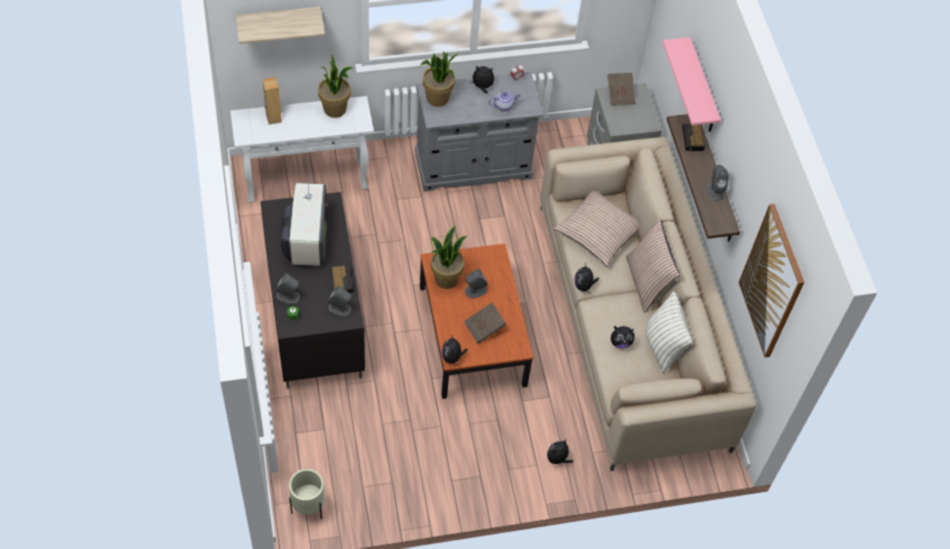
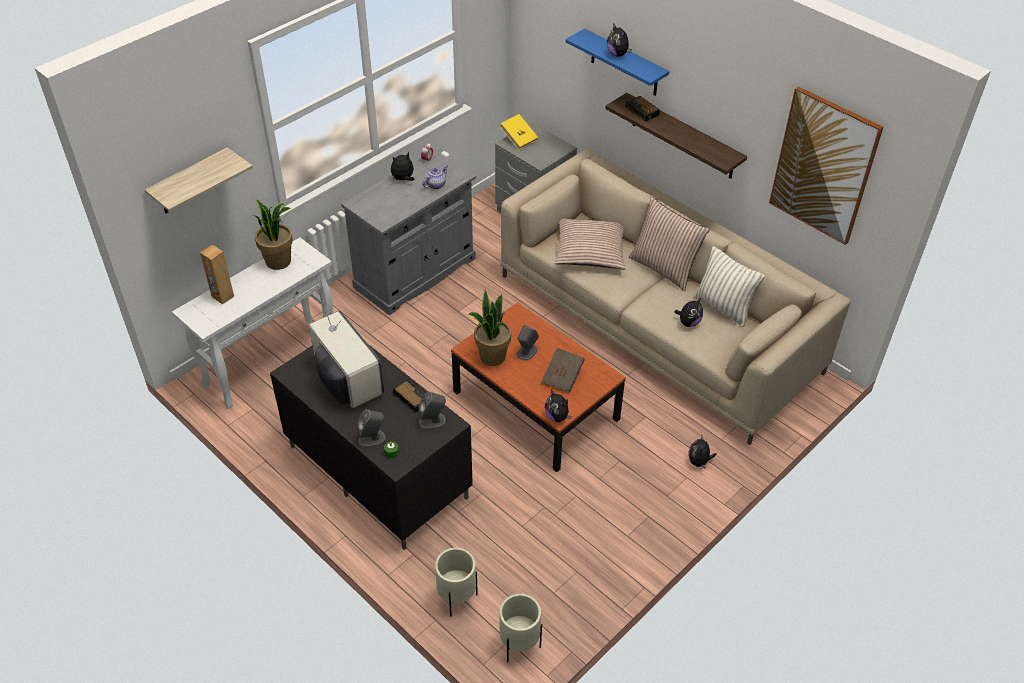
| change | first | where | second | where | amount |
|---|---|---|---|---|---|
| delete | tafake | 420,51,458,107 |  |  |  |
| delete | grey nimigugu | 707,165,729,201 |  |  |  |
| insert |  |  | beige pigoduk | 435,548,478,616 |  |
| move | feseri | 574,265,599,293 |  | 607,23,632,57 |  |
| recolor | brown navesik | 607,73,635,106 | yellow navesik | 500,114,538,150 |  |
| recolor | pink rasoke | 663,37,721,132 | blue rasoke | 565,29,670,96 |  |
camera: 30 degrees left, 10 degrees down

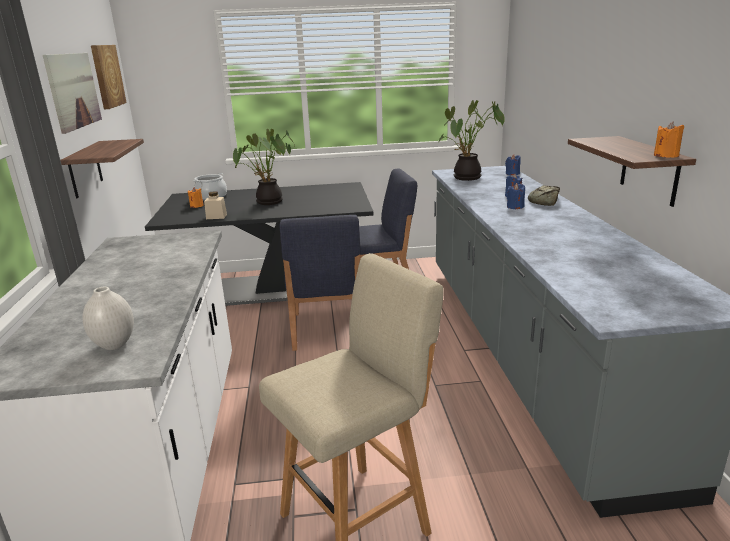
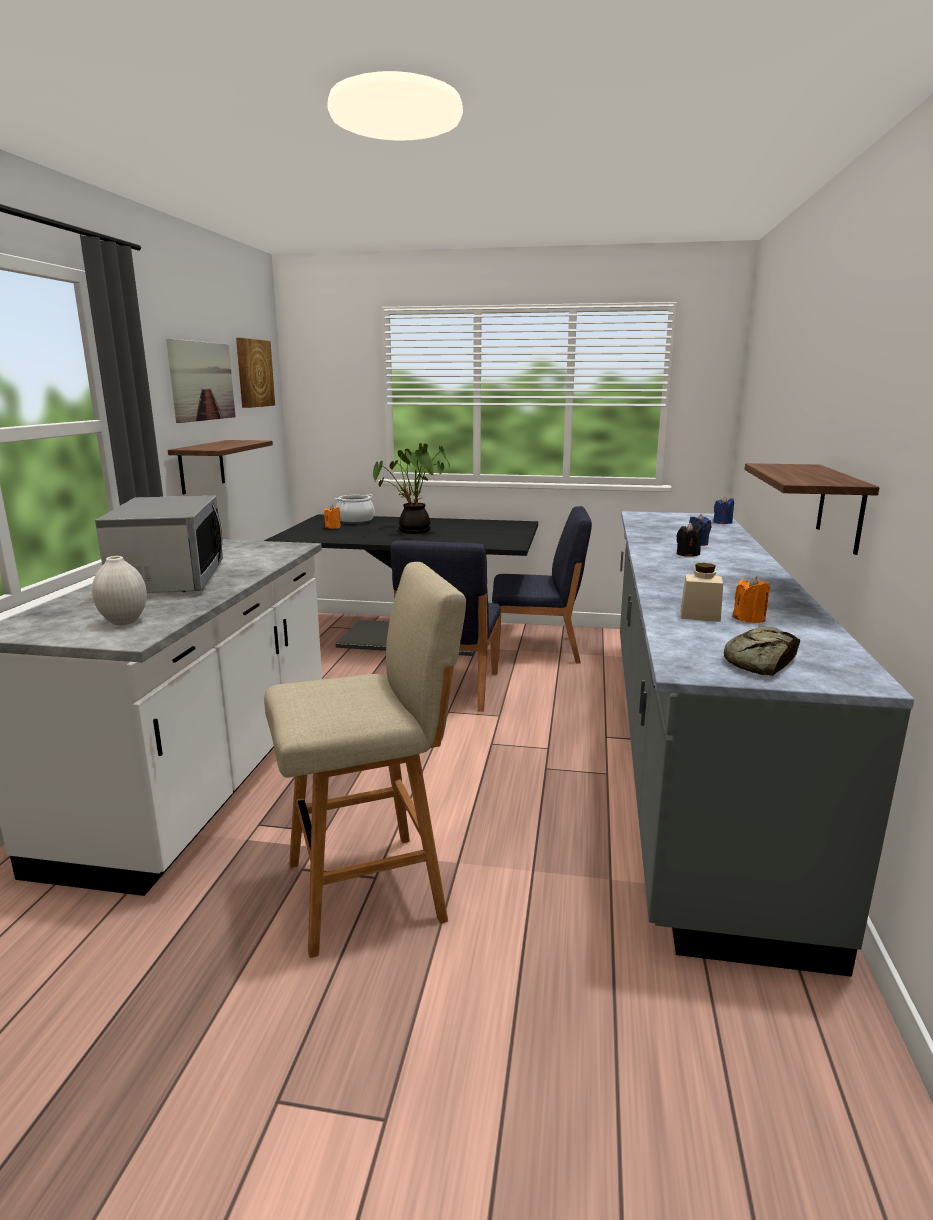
| change | first | where | second | where | amount |
|---|---|---|---|---|---|
| delete | tafake | 438,100,505,181 |  |  |  |
| insert |  |  | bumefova | 95,496,223,593 |  |
| move | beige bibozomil | 204,191,227,219 |  | 681,563,723,622 |  |
| move | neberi | 528,185,560,206 |  | 724,626,800,676 |  |
| move | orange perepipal | 654,121,684,158 |  | 733,576,770,623 |  |
| recolor | blue perepipal | 506,183,525,209 | black perepipal | 676,523,702,557 |  |
camera: 15 degrees right, 5 degrees down

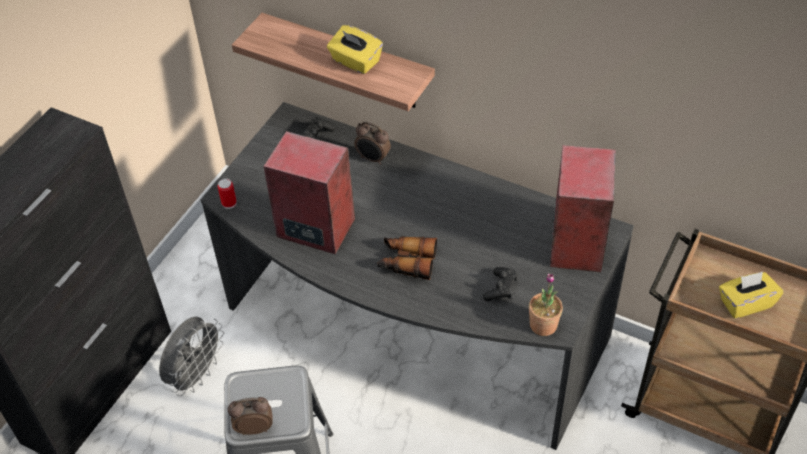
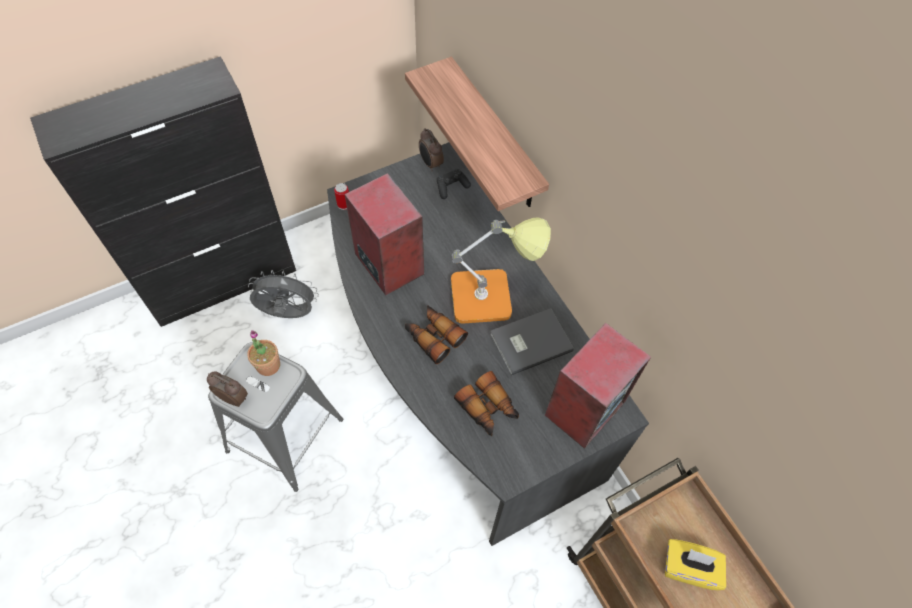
| change | first | where | second | where | amount |
|---|---|---|---|---|---|
| delete | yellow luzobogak | 327,25,383,74 |  |  |  |
| insert |  |  | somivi | 451,217,551,324 |  |
| insert |  |  | grey navesik | 490,308,574,376 |  |
| move | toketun | 354,122,391,165 |  | 419,128,444,171 |  |
| move | tafake | 529,274,563,336 |  | 247,330,280,376 |  |
| replace | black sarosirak | 483,267,518,301 | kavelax | 454,371,519,436 |  |
| rotate | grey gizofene | 159,316,224,396 |  | 248,270,319,318 | 150 degrees counterclockwise |
camera: 30 degrees right, 10 degrees up

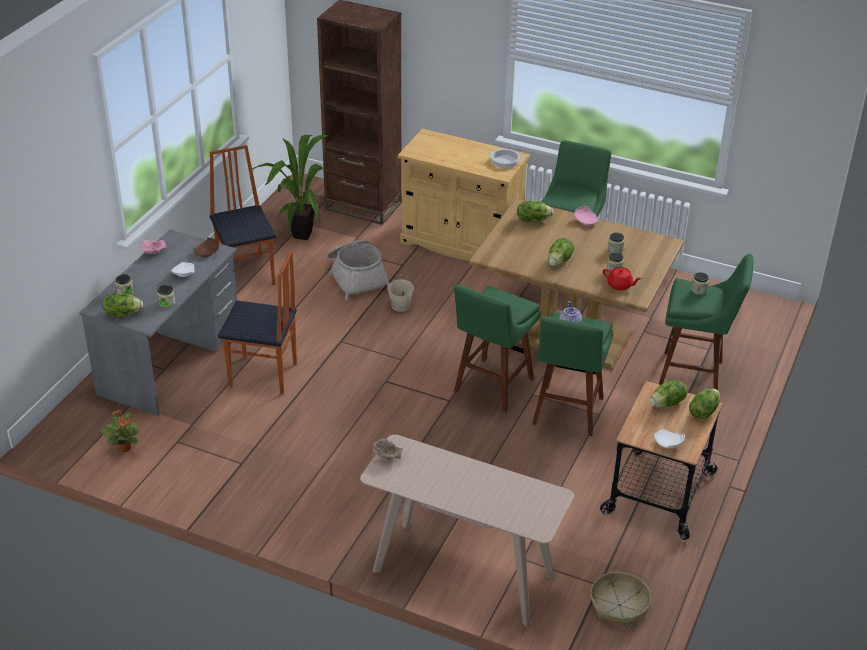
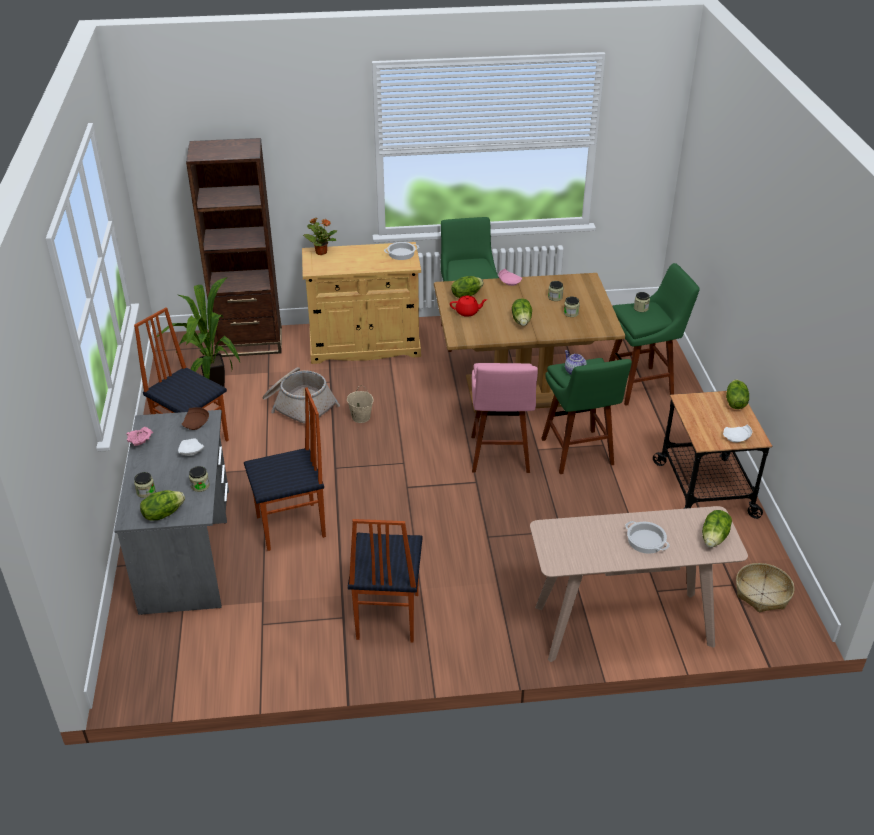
| change | first | where | second | where | amount |
|---|---|---|---|---|---|
| delete | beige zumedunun | 373,438,403,460 |  |  |  |
| insert |  |  | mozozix | 348,519,423,643 |  |
| insert |  |  | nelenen | 625,521,670,554 |  |
| move | tafake | 100,410,138,452 |  | 303,218,337,255 |  |
| move | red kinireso | 603,267,642,290 |  | 450,296,487,317 |  |
| move | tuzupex | 649,380,688,408 |  | 702,510,732,548 |  |
| recolor | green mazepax | 454,284,541,412 | pink mazepax | 471,363,538,473 |  |
camera: 30 degrees left, 0 degrees up

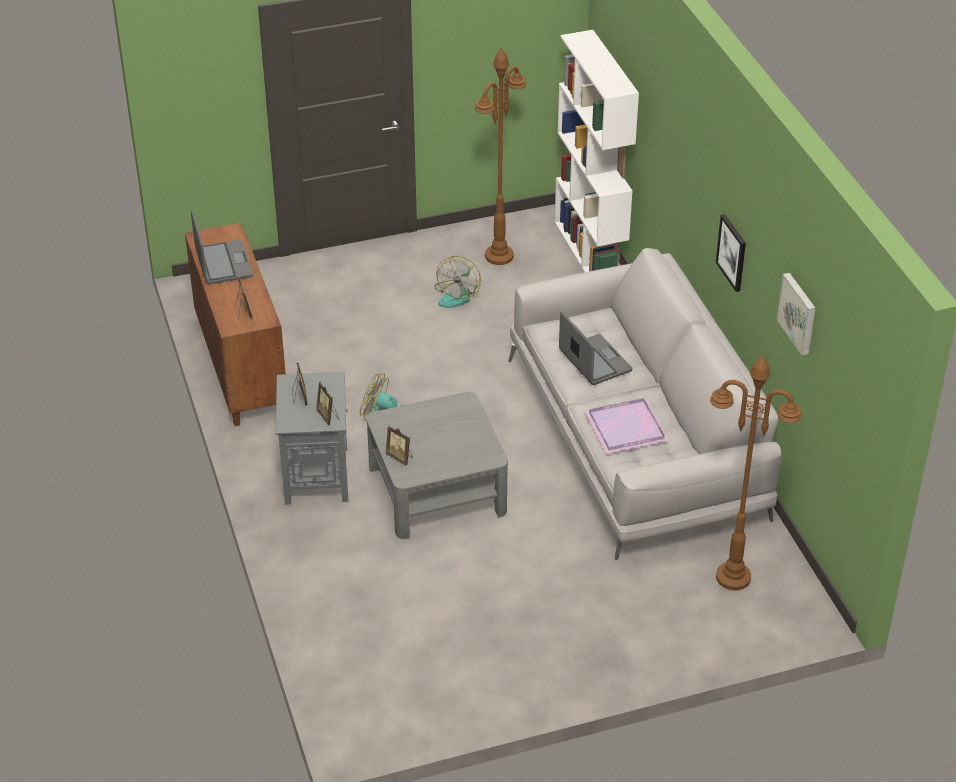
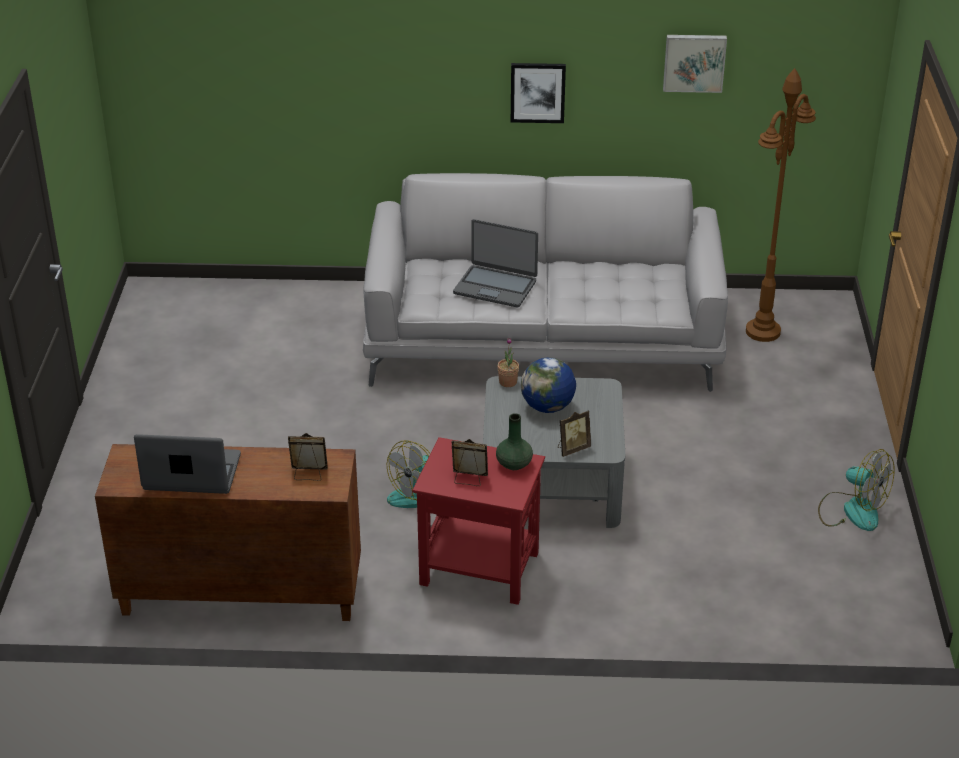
| change | first | where | second | where | amount |
|---|---|---|---|---|---|
| delete | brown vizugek | 475,48,526,265 |  |  |  |
| delete | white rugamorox | 554,30,639,272 |  |  |  |
| delete | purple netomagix | 584,398,670,454 |  |  |  |
| insert |  |  | tafake | 498,338,519,387 |  |
| insert |  |  | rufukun | 521,357,576,413 |  |
| move | gizofene | 434,256,481,308 |  | 818,449,895,531 |  |
| replace | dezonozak | 316,382,339,425 | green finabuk | 496,413,533,470 |  |
| recolor | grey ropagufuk | 276,372,348,505 | red ropagufuk | 412,437,545,605 |  |
| rotate | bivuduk | 559,311,632,385 |  | 453,219,538,308 | 150 degrees counterclockwise |
camera: 70 degrees left, 5 degrees down

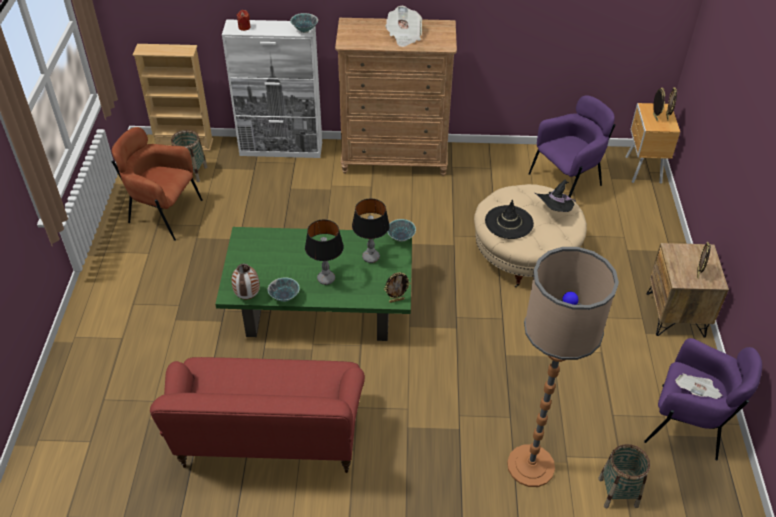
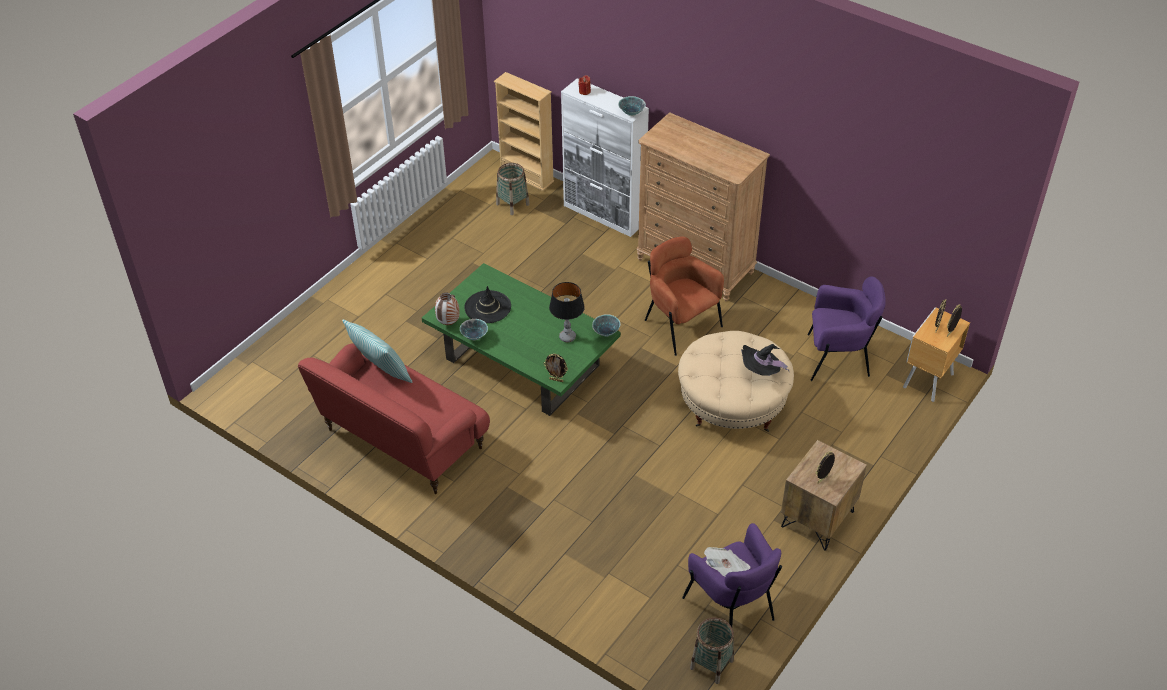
| change | first | where | second | where | amount |
|---|---|---|---|---|---|
| delete | somivi | 305,219,344,285 |  |  |  |
| delete | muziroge | 386,6,422,47 |  |  |  |
| delete | vizugek | 507,247,619,487 |  |  |  |
| insert |  |  | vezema | 342,320,413,383 |  |
| move | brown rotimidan | 111,127,203,241 |  | 645,237,724,356 |  |
| move | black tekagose | 485,200,534,239 |  | 464,286,511,323 |  |
| move | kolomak | 598,444,650,508 |  | 690,617,734,684 |  |
camera: 35 degrees right, 0 degrees up

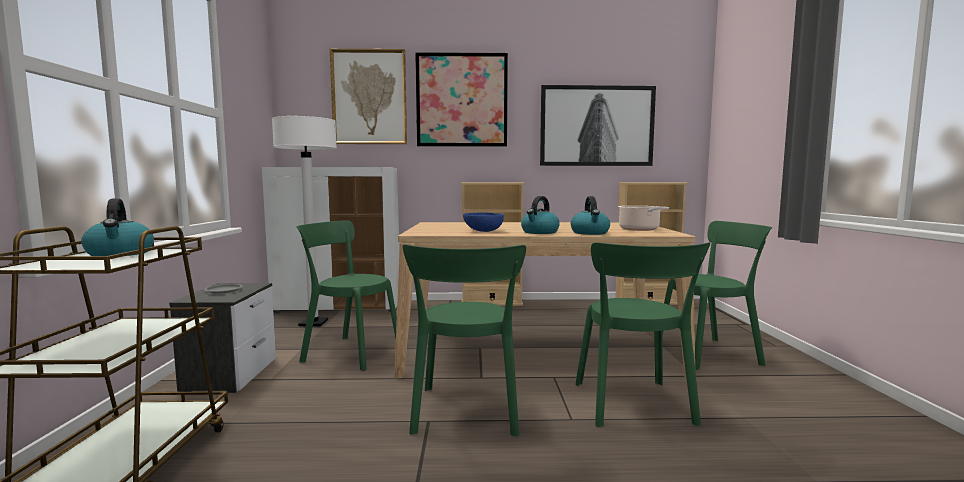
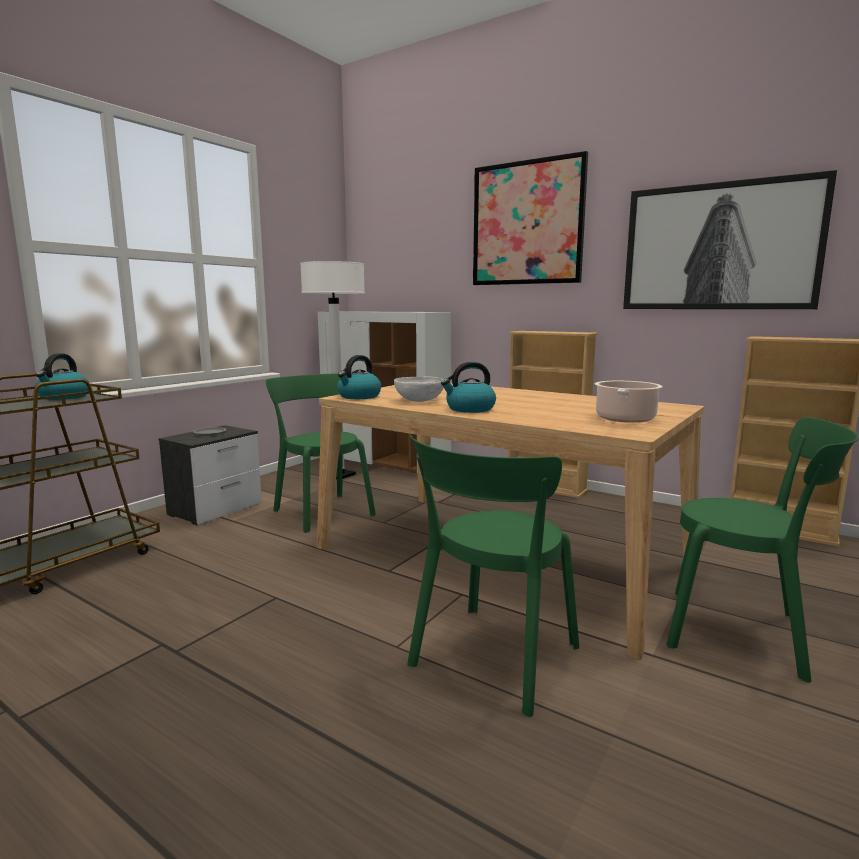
| change | first | where | second | where | amount |
|---|---|---|---|---|---|
| delete | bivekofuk | 330,49,407,144 |  |  |  |
| delete | green mozozix | 403,244,526,436 |  |  |  |
| move | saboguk | 571,196,610,235 |  | 337,355,381,399 |  |
| recolor | blue zumedunun | 463,212,504,232 | white zumedunun | 394,376,444,402 |  |
camera: 35 degrees right, 5 degrees up

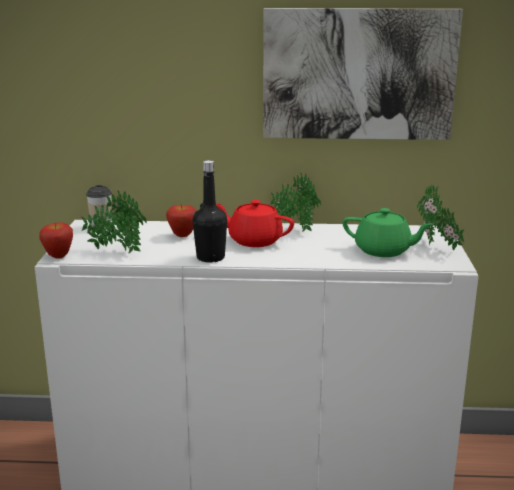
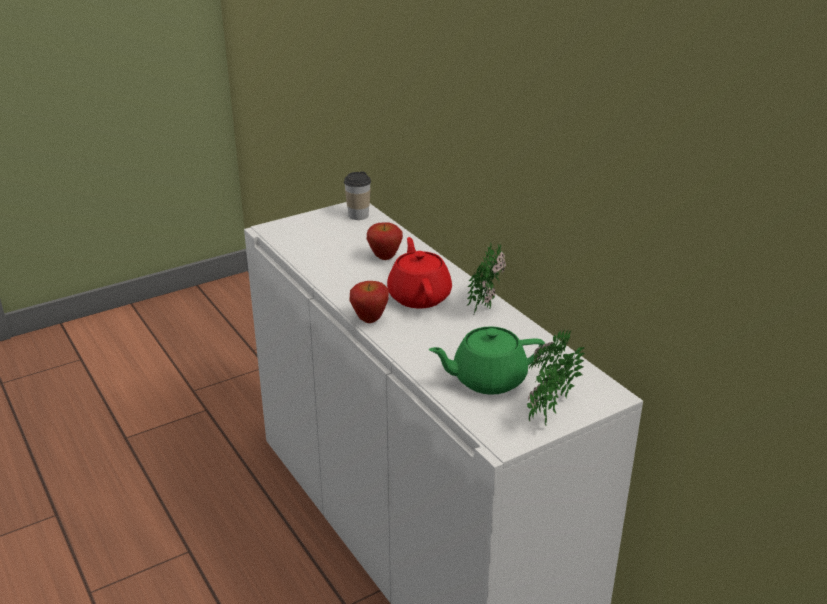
| change | first | where | second | where | amount |
|---|---|---|---|---|---|
| delete | tafake | 82,190,147,254 |  |  |  |
| delete | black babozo | 192,160,227,263 |  |  |  |
| delete | bivekofuk | 263,8,463,140 |  |  |  |
| move | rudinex | 39,222,73,259 |  | 349,281,389,323 |  |
| rotate | green kinireso | 343,208,433,257 |  | 429,326,545,395 | 90 degrees clockwise |
camera: 55 degrees right, 10 degrees up

